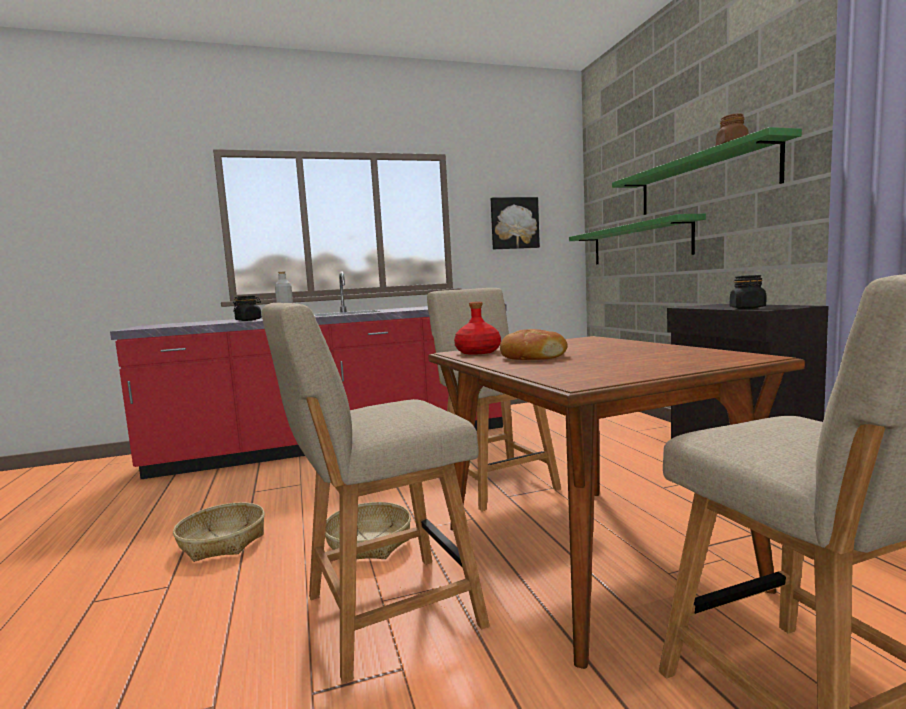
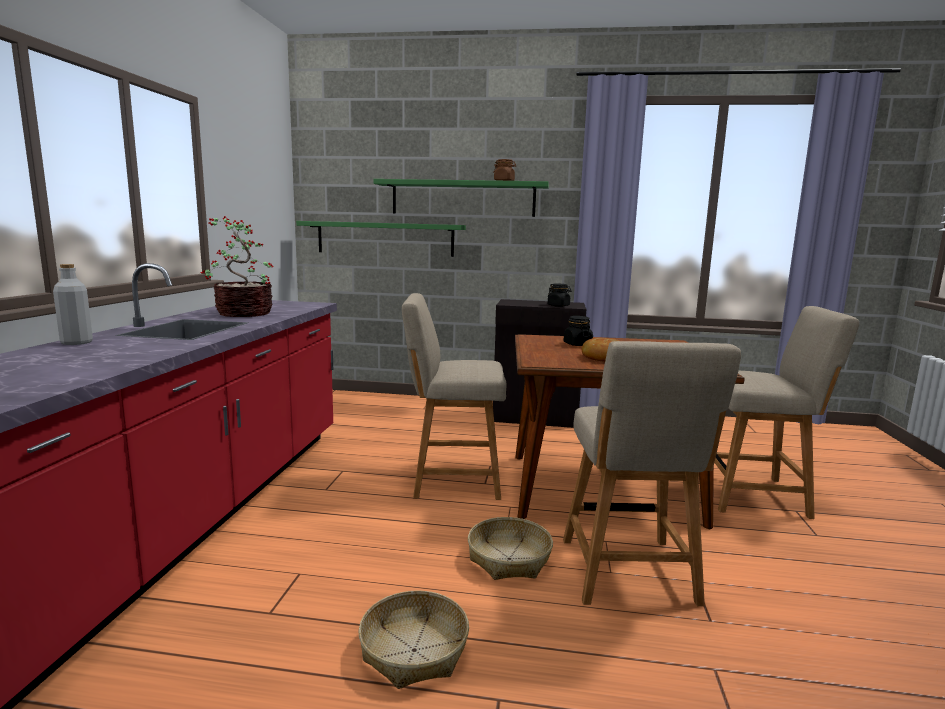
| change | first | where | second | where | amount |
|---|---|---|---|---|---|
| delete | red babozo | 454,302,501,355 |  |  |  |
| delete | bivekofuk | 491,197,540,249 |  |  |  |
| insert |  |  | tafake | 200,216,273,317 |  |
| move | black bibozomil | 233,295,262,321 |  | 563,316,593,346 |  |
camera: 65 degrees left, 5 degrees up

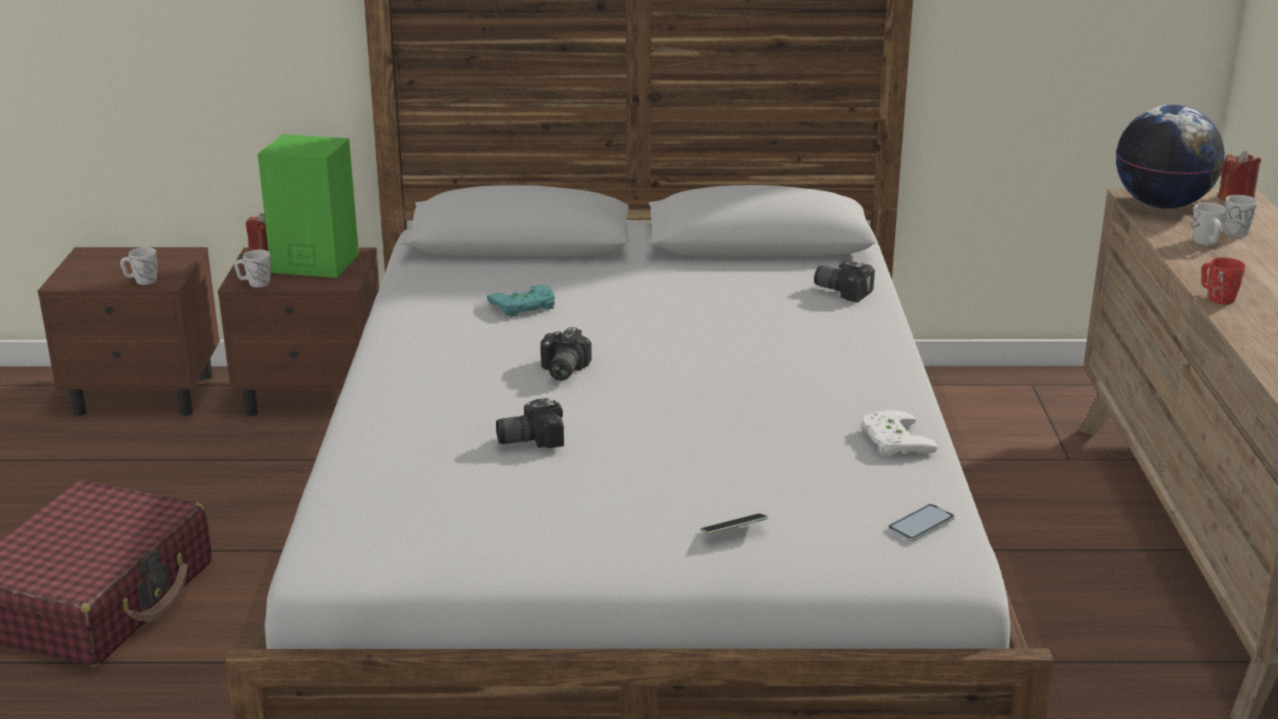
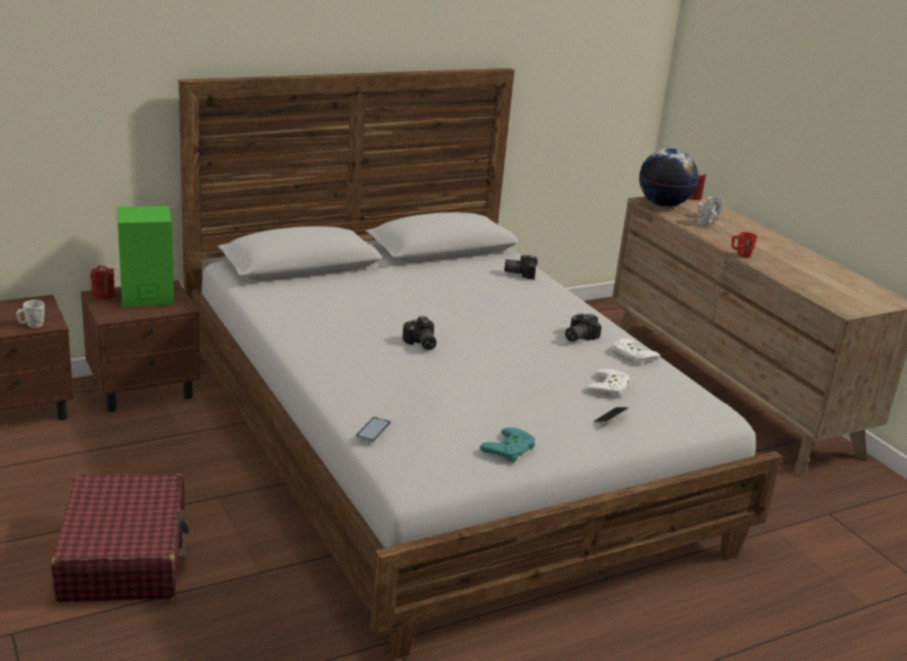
| change | first | where | second | where | amount |
|---|---|---|---|---|---|
| delete | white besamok | 234,250,271,287 |  |  |  |
| insert |  |  | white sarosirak | 586,369,630,398 |  |
| move | turquoise sarosirak | 487,285,555,317 |  | 480,427,535,462 |  |
| move | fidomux | 496,398,564,448 |  | 565,314,602,341 |  |
| move | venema | 888,504,955,541 |  | 356,417,391,442 |  |
camera: 30 degrees left, 0 degrees up

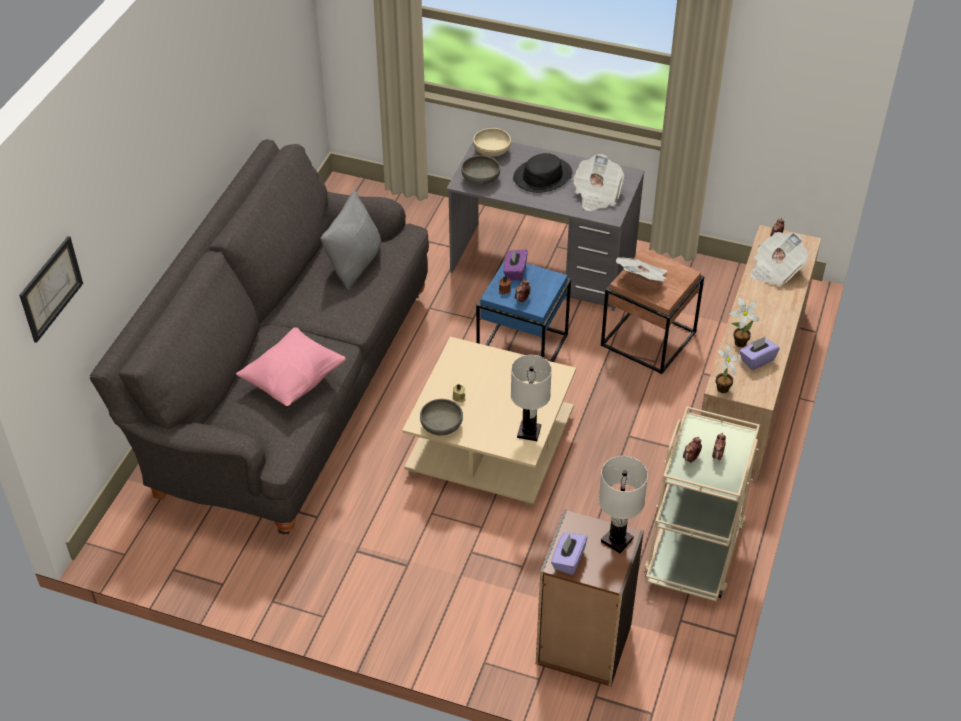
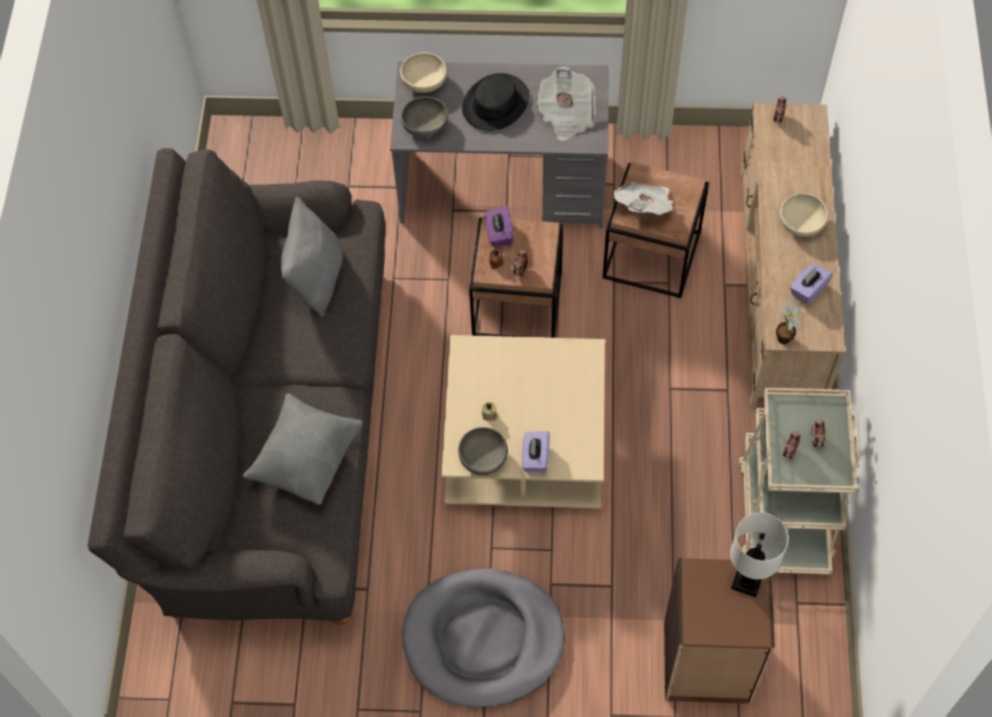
| change | first | where | second | where | amount |
|---|---|---|---|---|---|
| delete | bivekofuk | 19,236,83,343 |  |  |  |
| delete | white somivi | 511,355,552,441 |  |  |  |
| delete | tafake | 729,298,760,347 |  |  |  |
| delete | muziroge | 750,232,808,286 |  |  |  |
| insert |  |  | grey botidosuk | 402,568,565,708 |  |
| insert |  |  | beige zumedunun | 780,193,828,237 |  |
| move | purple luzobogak | 551,532,588,575 |  | 522,431,550,473 |  |
| recolor | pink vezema | 236,327,345,406 | grey vezema | 243,393,363,505 |  |
| recolor | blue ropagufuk | 476,260,571,362 | brown ropagufuk | 469,216,563,338 |  |
camera: 15 degrees left, 15 degrees up

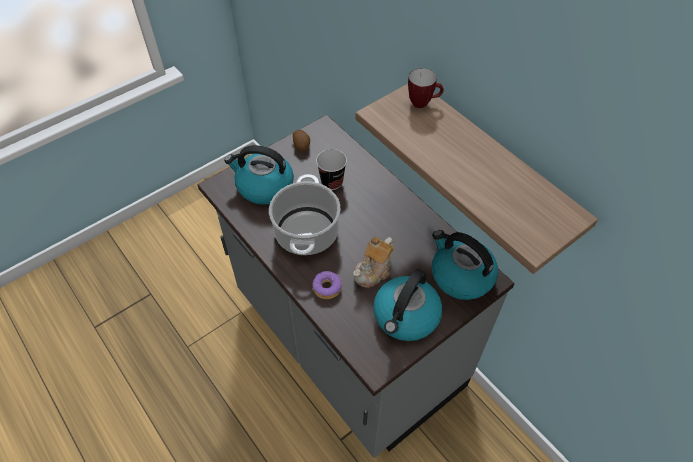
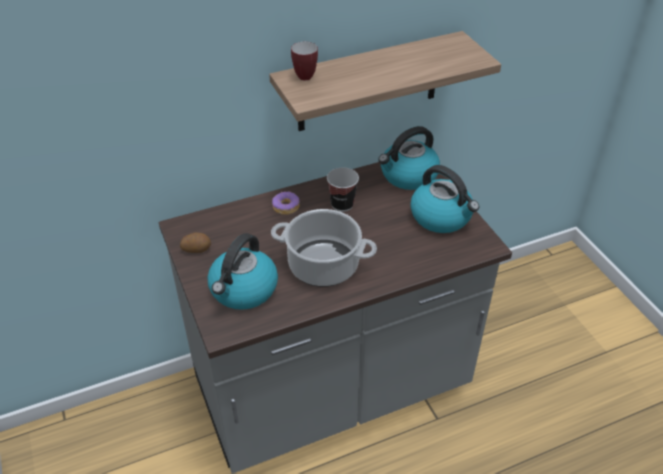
| change | first | where | second | where | amount |
|---|---|---|---|---|---|
| delete | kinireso | 353,237,394,288 |  |  |  |
| move | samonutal | 312,271,342,299 |  | 272,191,300,215 |  |
| move | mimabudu | 316,149,347,190 |  | 327,168,359,212 |  |
camera: 75 degrees left, 10 degrees down

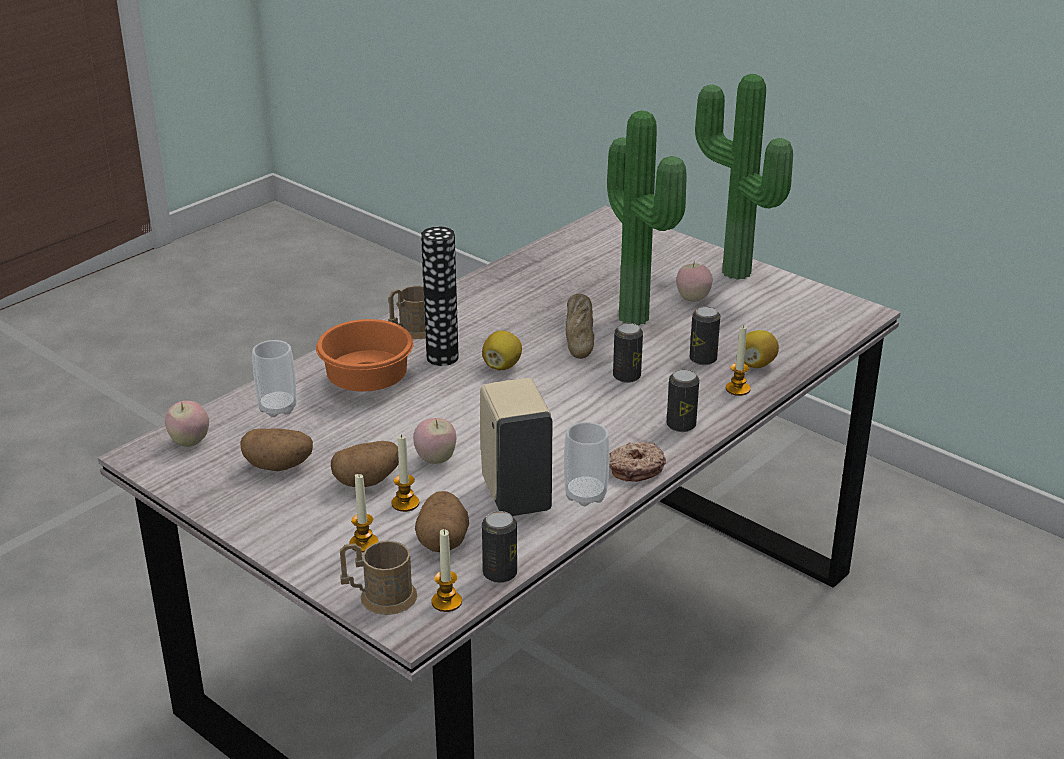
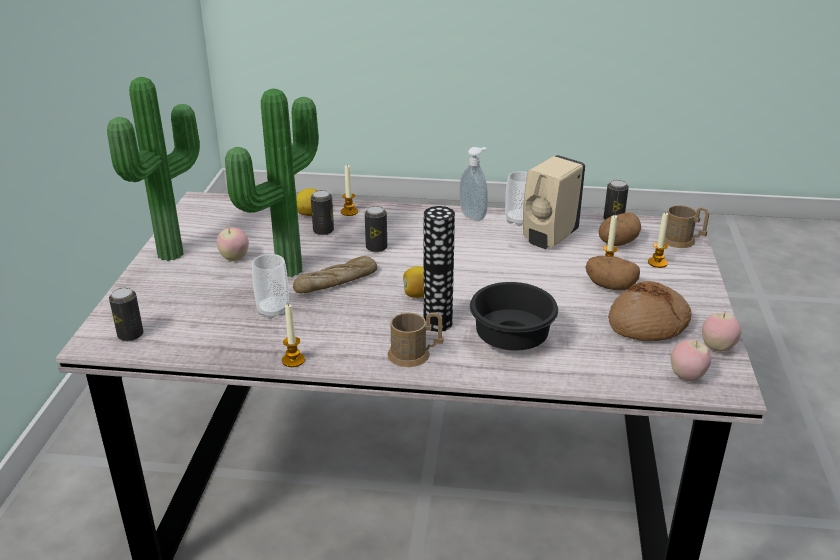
| change | first | where | second | where | amount |
|---|---|---|---|---|---|
| move | mimabudu | 252,340,297,417 |  | 252,254,289,319 |  |
| move | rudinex | 413,418,456,464 |  | 702,311,741,352 |  |
| move | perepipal | 432,529,462,612 |  | 282,304,305,367 |  |
| move | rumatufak | 667,369,699,432 |  | 109,287,143,341 |  |
| replace | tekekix | 240,429,313,471 | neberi | 608,281,691,341 |  |
| replace | samonutal | 609,442,666,482 | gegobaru | 459,147,488,221 |  |
| recolor | orange zumedunun | 316,319,414,392 | black zumedunun | 470,282,558,351 |  |
camera: 125 degrees left, 0 degrees up

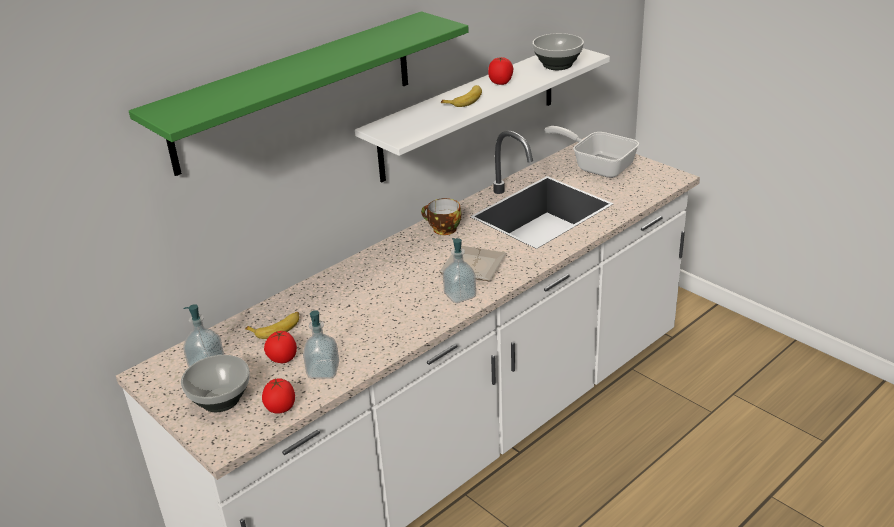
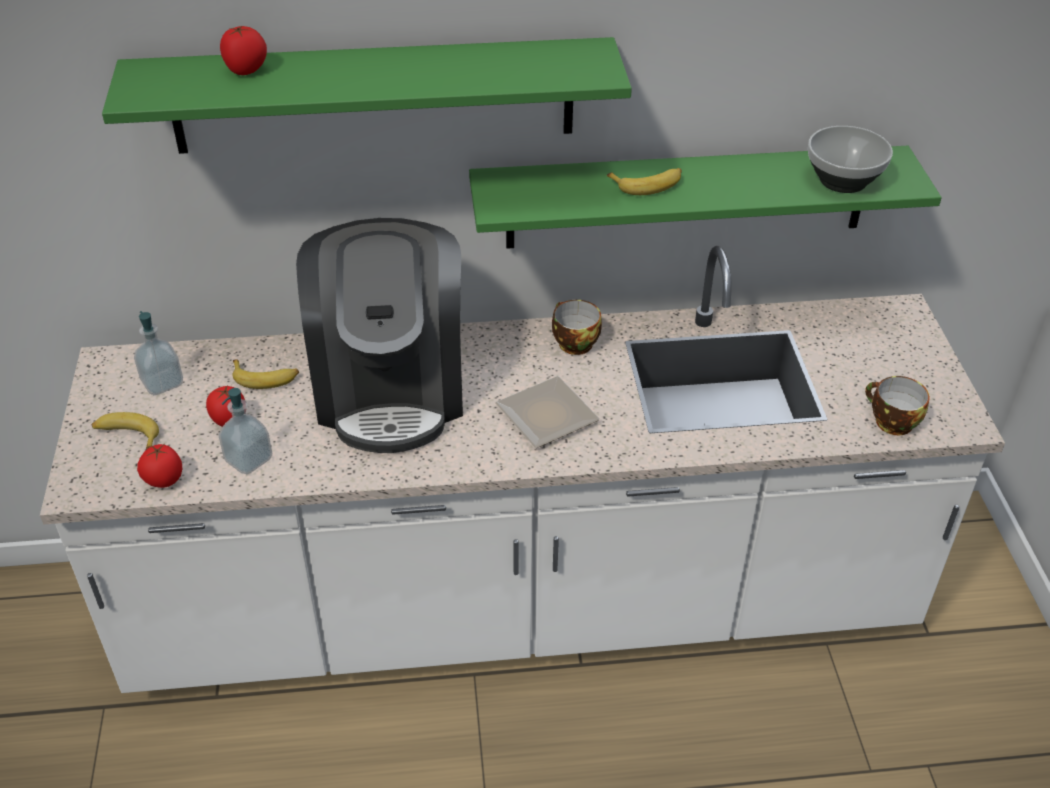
| change | first | where | second | where | amount |
|---|---|---|---|---|---|
| delete | gegobaru | 443,238,476,303 |  |  |  |
| delete | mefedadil | 545,126,639,178 |  |  |  |
| insert |  |  | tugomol | 296,218,463,453 |  |
| insert |  |  | mimabudu | 865,376,930,435 |  |
| move | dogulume | 488,57,514,85 |  | 220,25,267,75 |  |
| replace | zumedunun | 181,355,250,412 | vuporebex | 92,412,159,449 |  |
| recolor | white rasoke | 355,48,610,182 | green rasoke | 469,146,942,249 |  |
camera: 35 degrees right, 10 degrees up

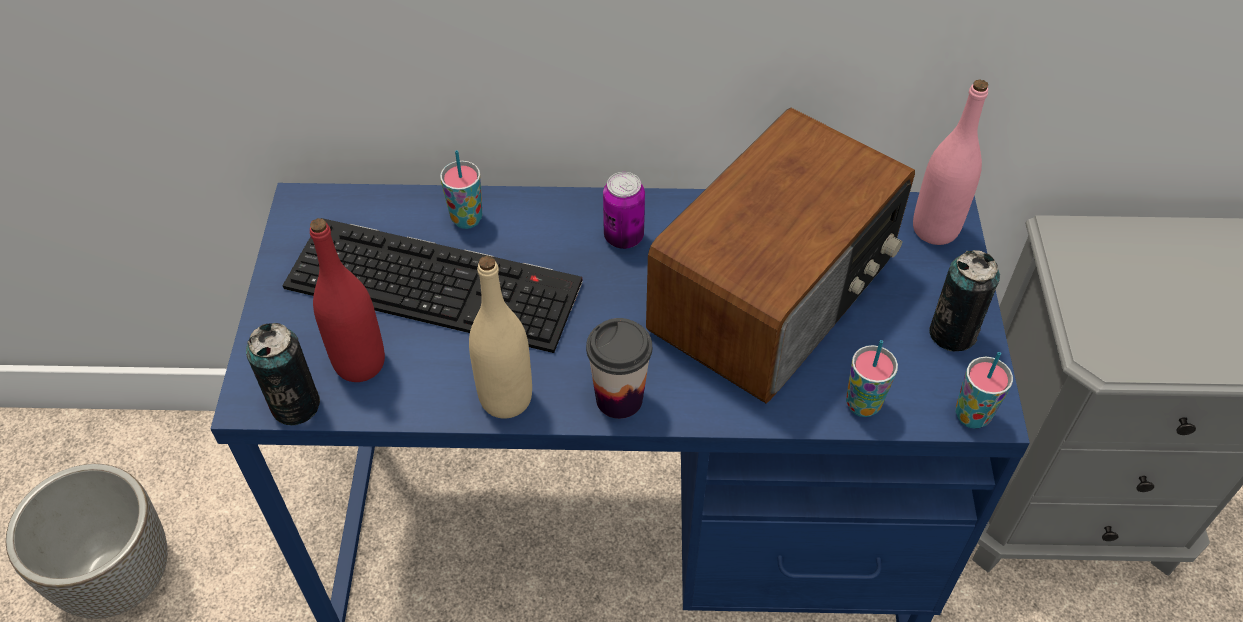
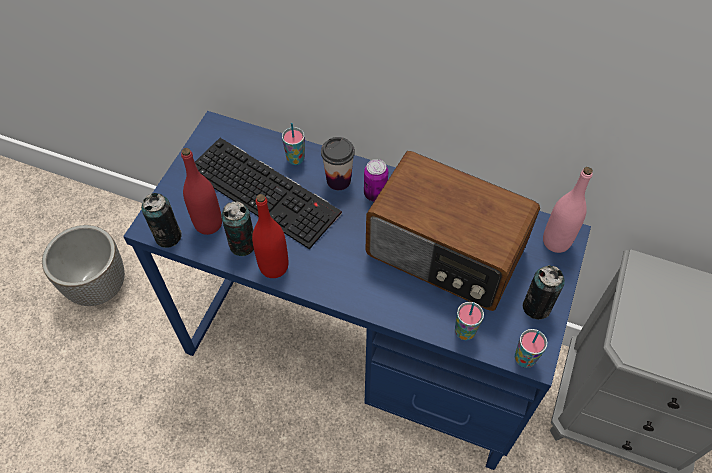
| change | first | where | second | where | amount |
|---|---|---|---|---|---|
| insert |  |  | rumatufak | 221,201,254,256 |  |
| move | mimabudu | 586,318,652,419 |  | 321,137,355,190 |  |
| recolor | beige babozo | 469,256,532,419 | red babozo | 252,194,288,278 |  |
| rotate | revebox | 646,108,915,403 |  | 365,151,540,311 | 60 degrees clockwise |
camera: 20 degrees right, 5 degrees up

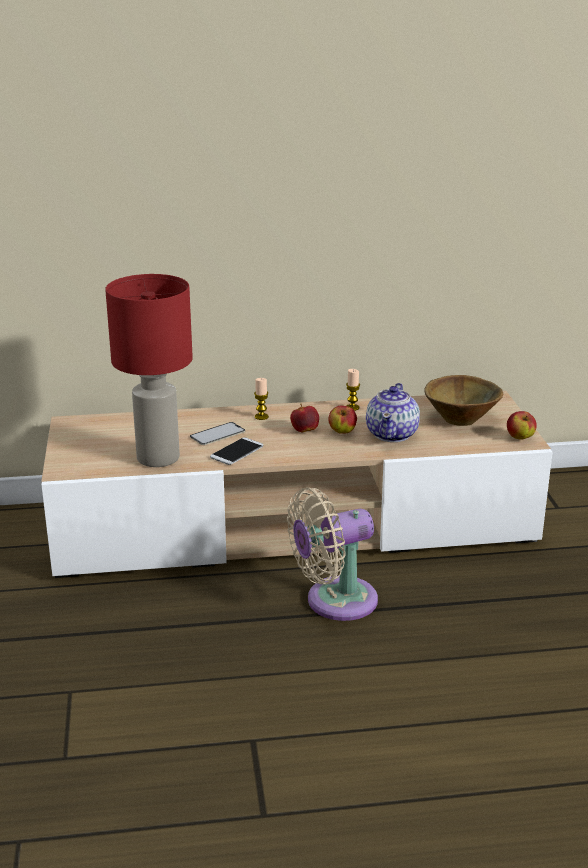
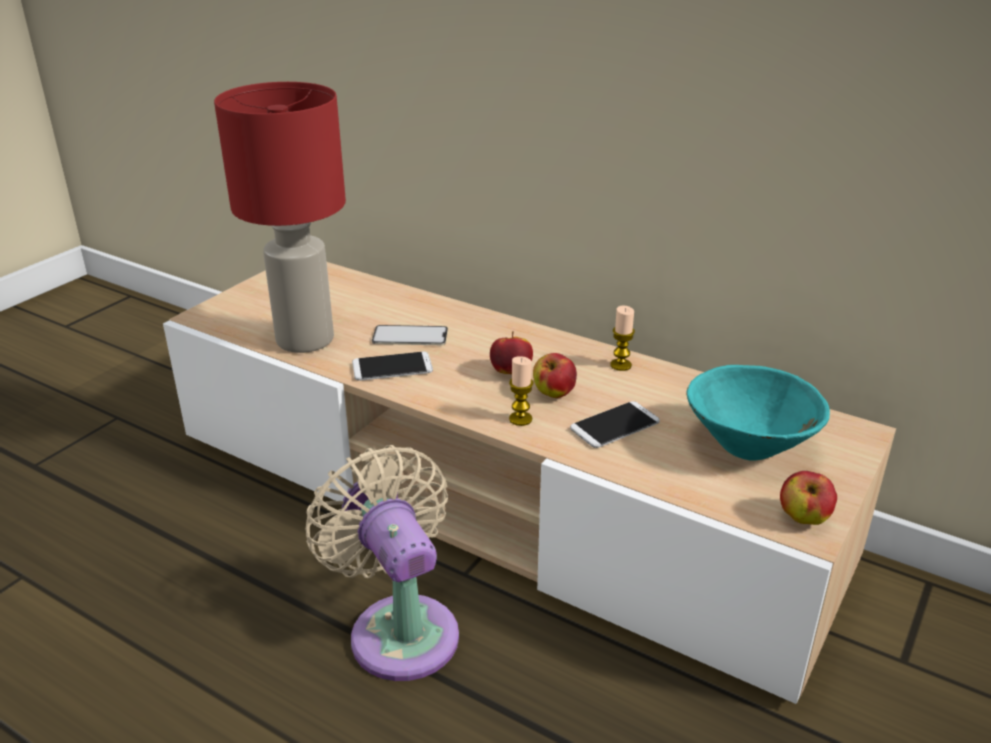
| change | first | where | second | where | amount |
|---|---|---|---|---|---|
| move | perepipal | 254,378,269,420 |  | 509,356,534,426 |  |
| replace | kinireso | 366,383,420,442 | venema | 570,401,660,448 |  |
| recolor | brown zumedunun | 424,375,503,426 | turquoise zumedunun | 686,365,830,461 |  |
| rotate | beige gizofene | 287,487,378,621 |  | 305,445,459,681 | 45 degrees clockwise |
camera: 40 degrees right, 5 degrees up

